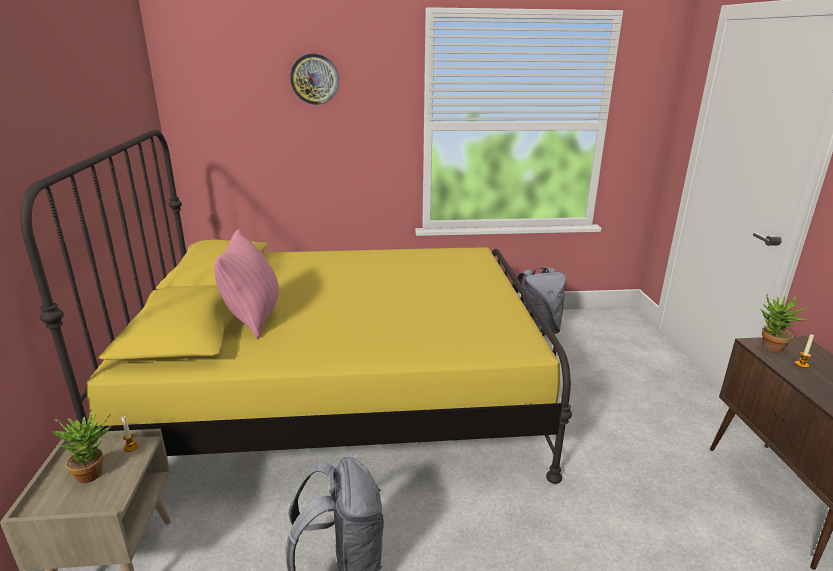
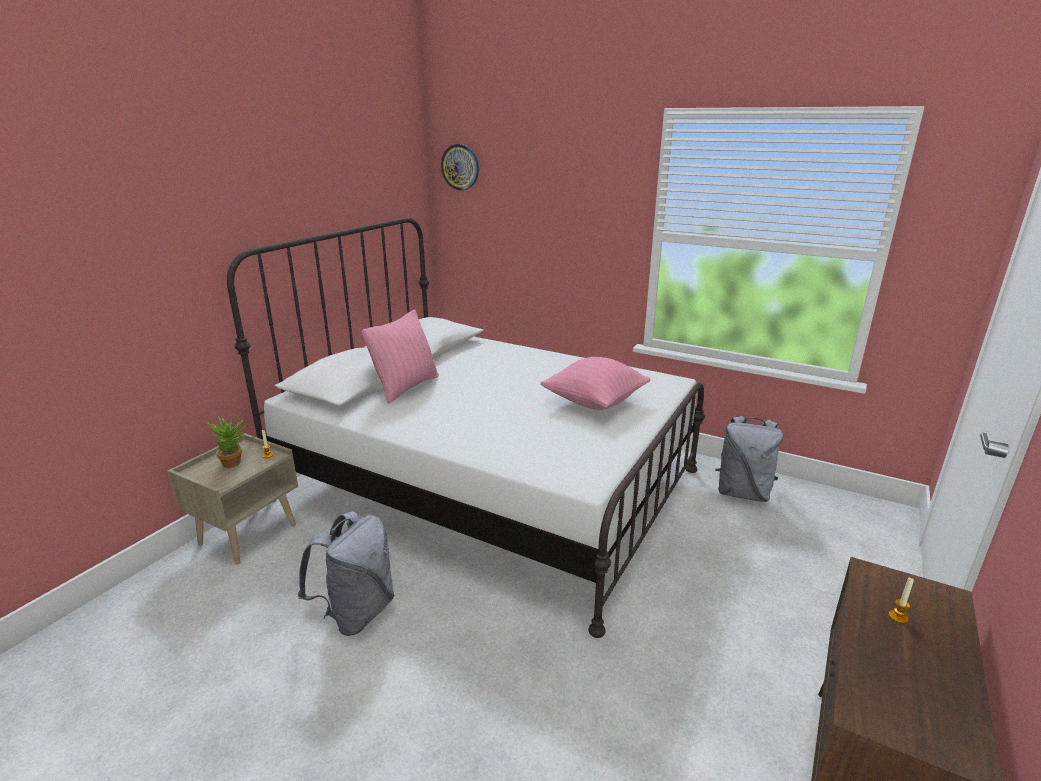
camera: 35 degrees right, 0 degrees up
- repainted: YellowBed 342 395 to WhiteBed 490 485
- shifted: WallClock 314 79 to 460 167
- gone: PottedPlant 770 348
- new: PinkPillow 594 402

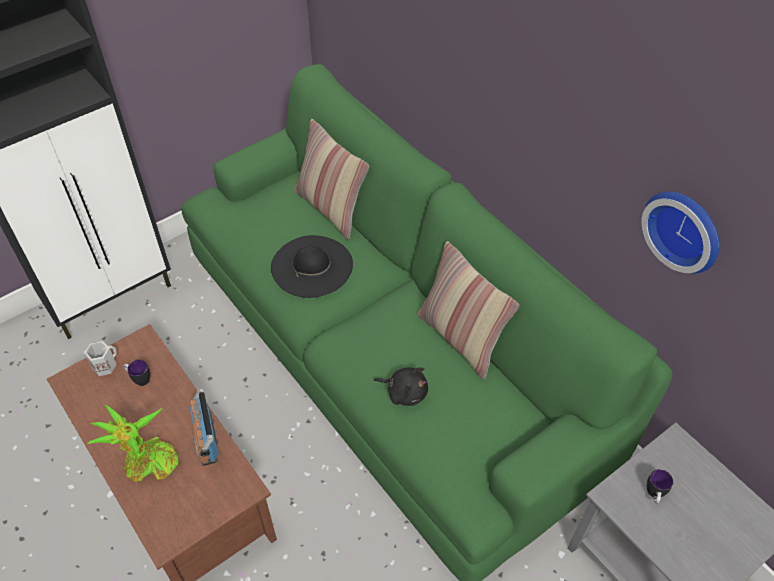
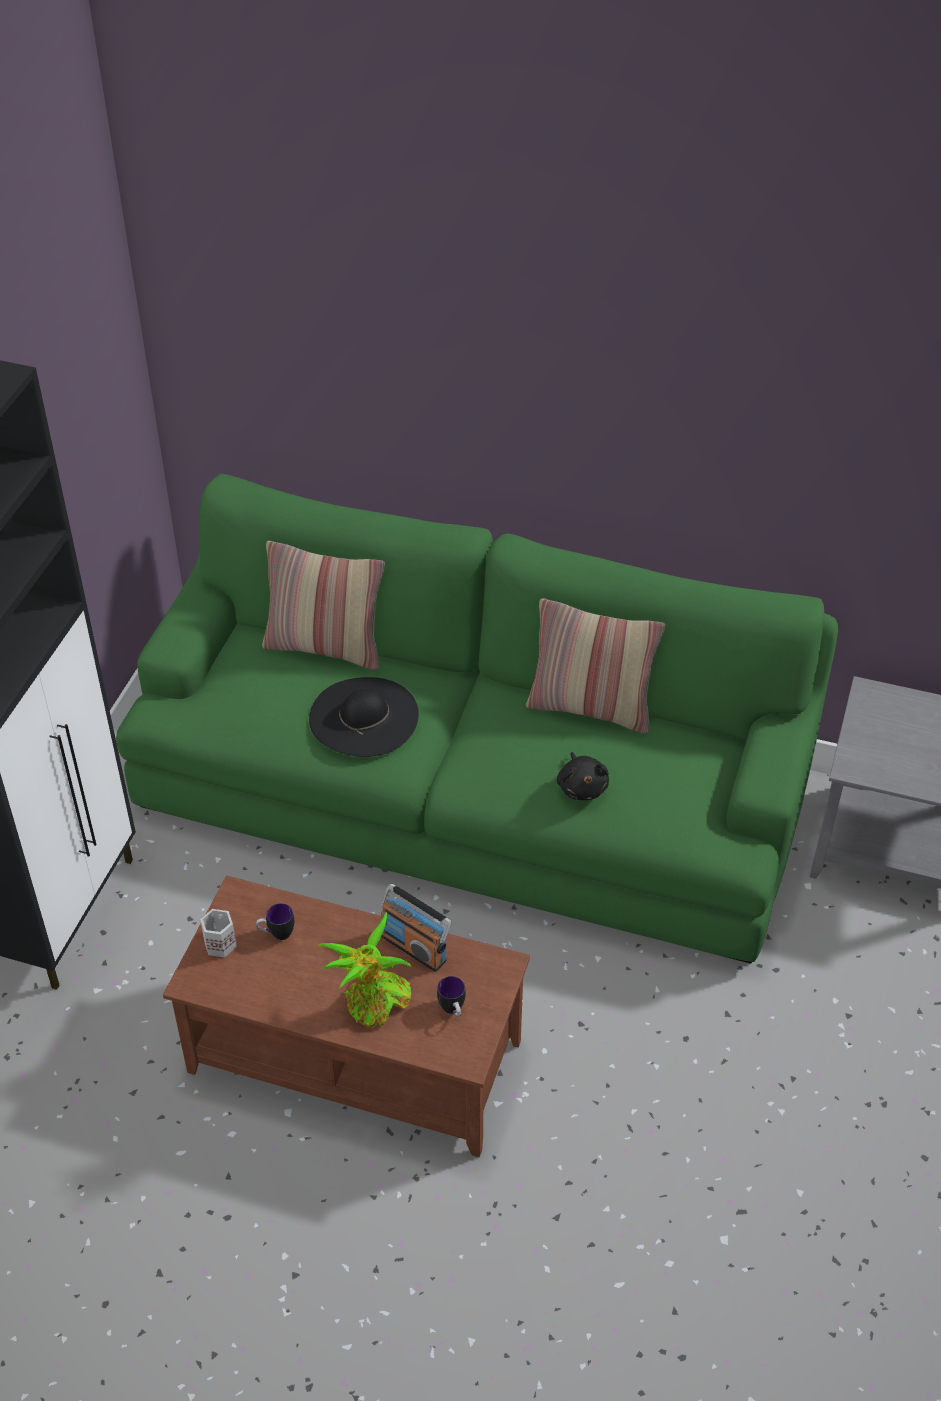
camera: 35 degrees left, 5 degrees down
- rotated: BlackPlushToy 405 392 = 582 787 90 degrees clockwise
- gone: WallClock 685 229
- shifted: Mug 654 495 to 453 1011

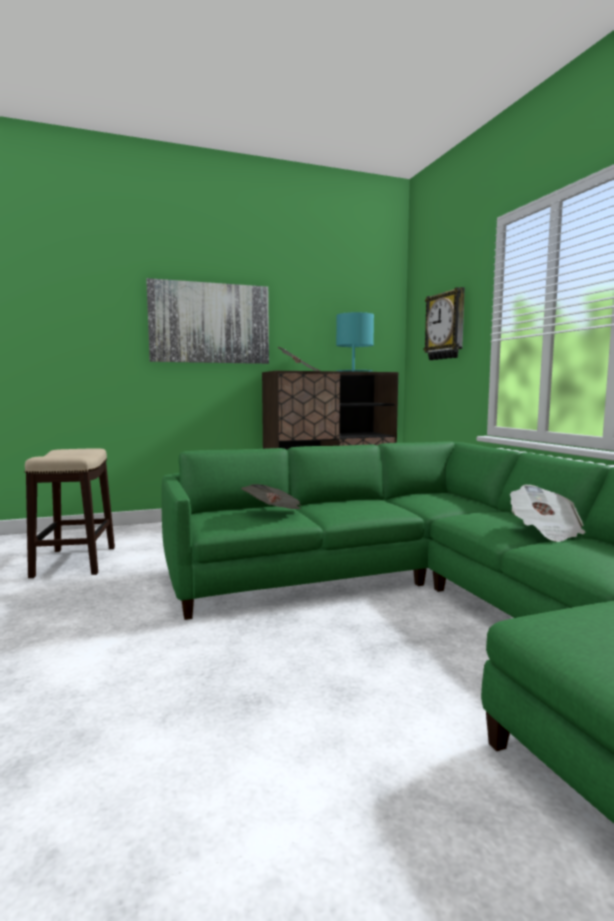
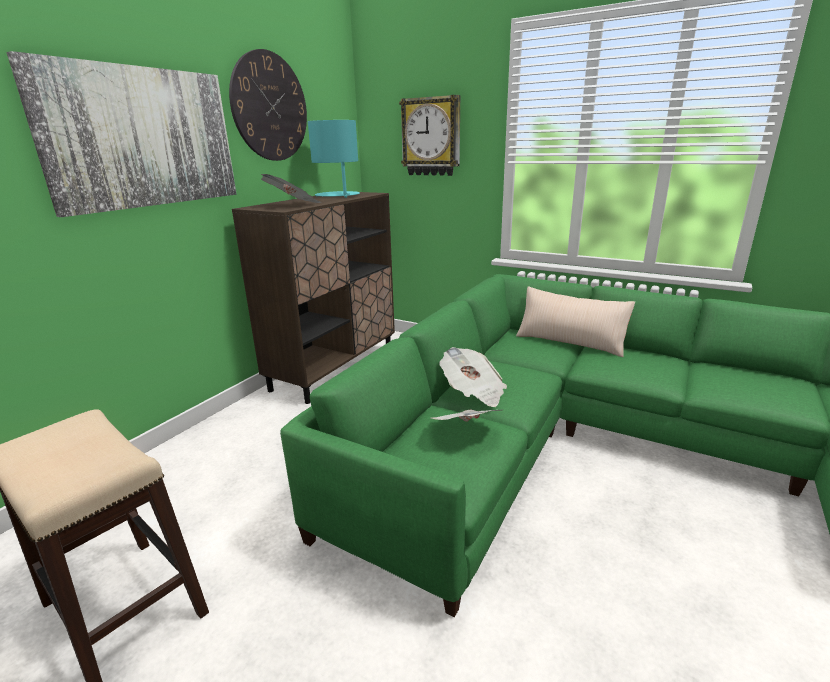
camera: 40 degrees left, 15 degrees up
- shifted: Newspaper 545 531 to 473 392
- new: WallClock 270 107
- new: BeigePillow 570 342

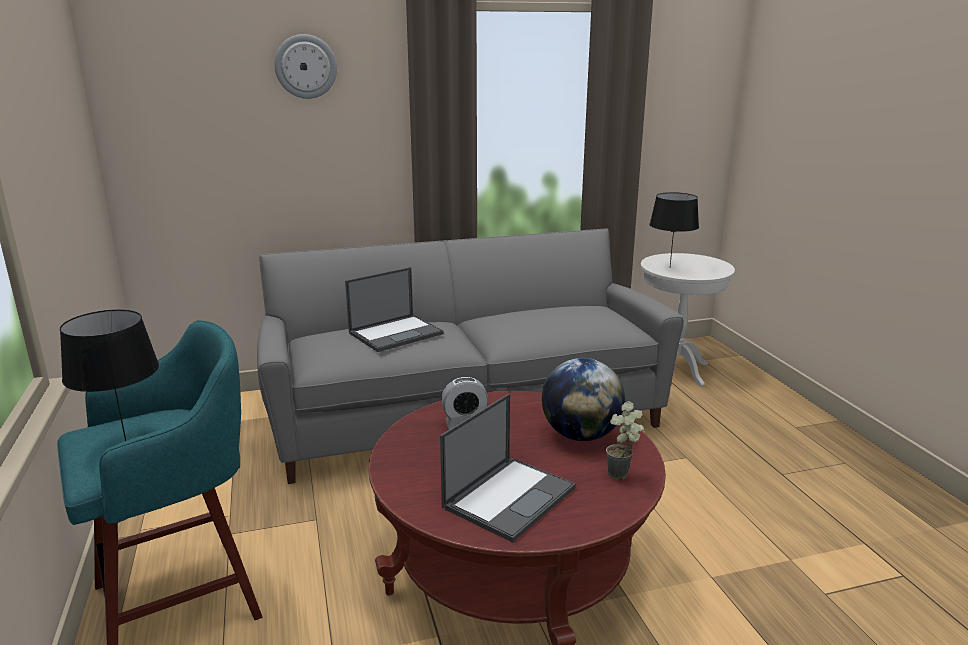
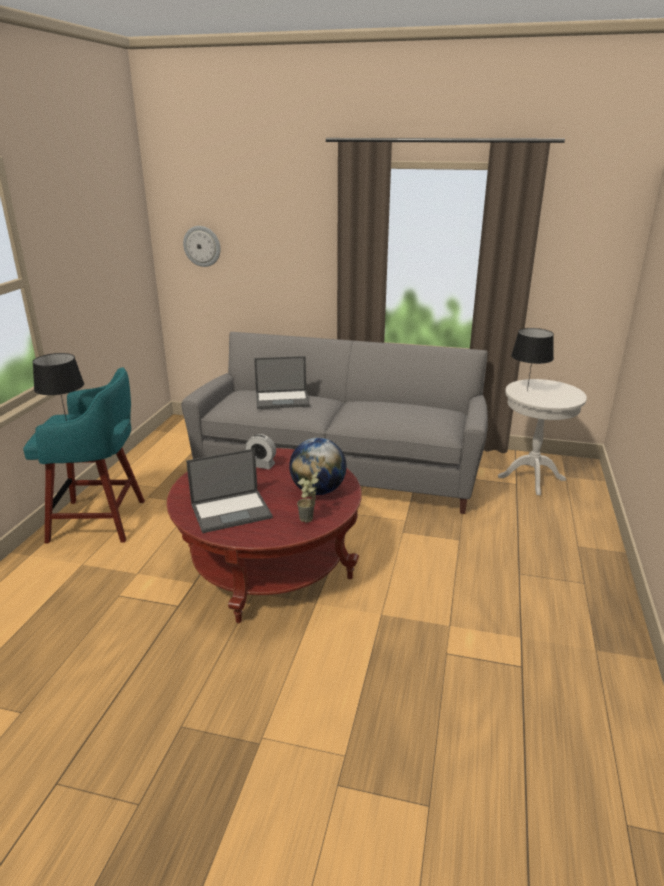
camera: 30 degrees right, 5 degrees up
- shifted: WallClock 306 66 to 202 246

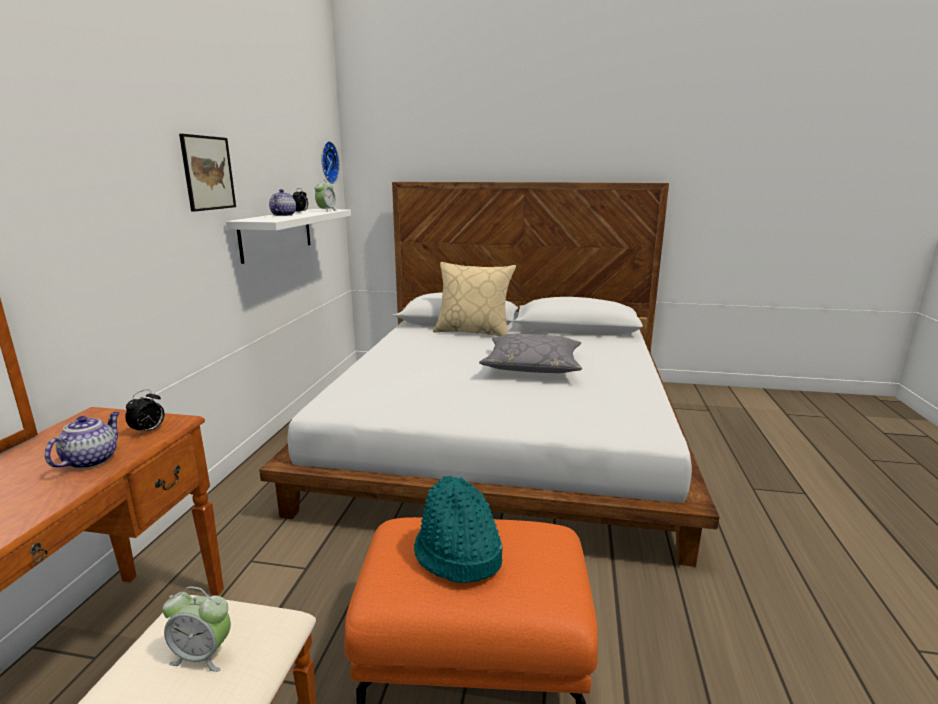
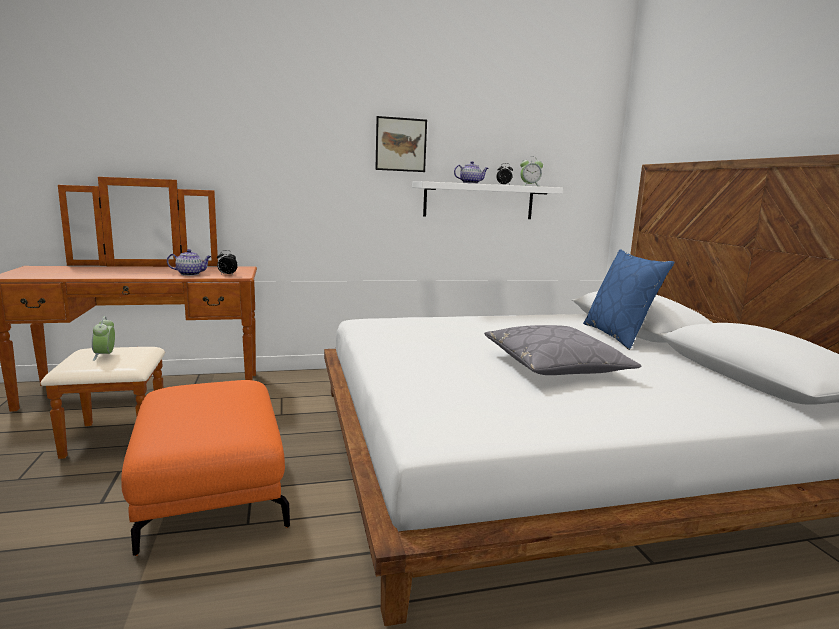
camera: 65 degrees right, 5 degrees down
- gone: WallClock 327 162
- gone: TurquoiseHat 457 554
- repainted: BeigePillow 473 332 to BluePillow 619 336

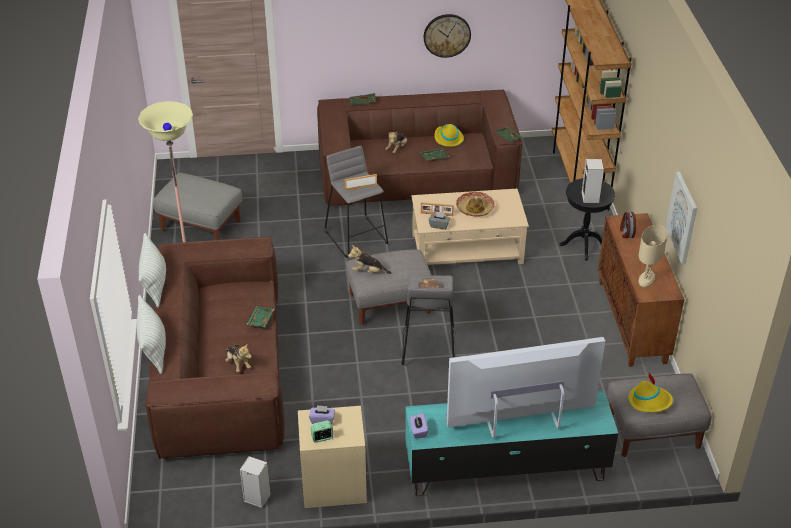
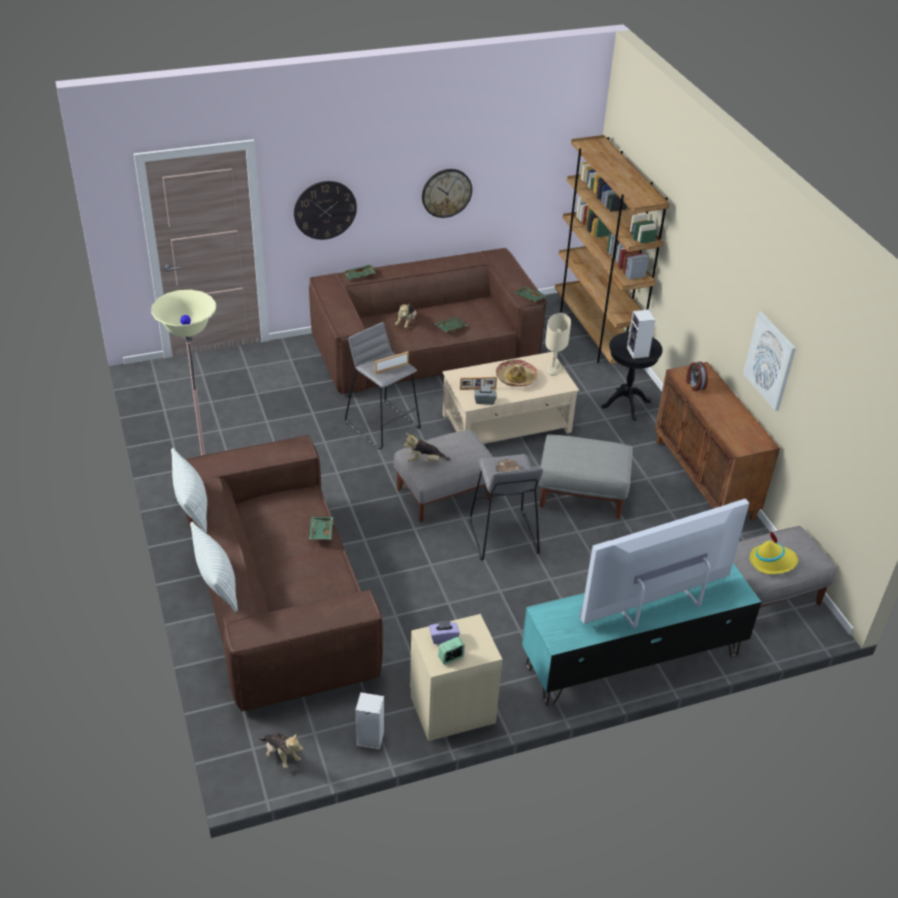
camera: 15 degrees left, 0 degrees up
- shifted: GreyOttoman 201 226 to 582 495
- shifted: PlushToy 238 363 to 281 755
- gone: PurpleTissueBox 418 431
- gone: YellowHat 448 138
- shifted: BeigeTableLamp 646 279 to 553 368
- new: WallClock 325 210

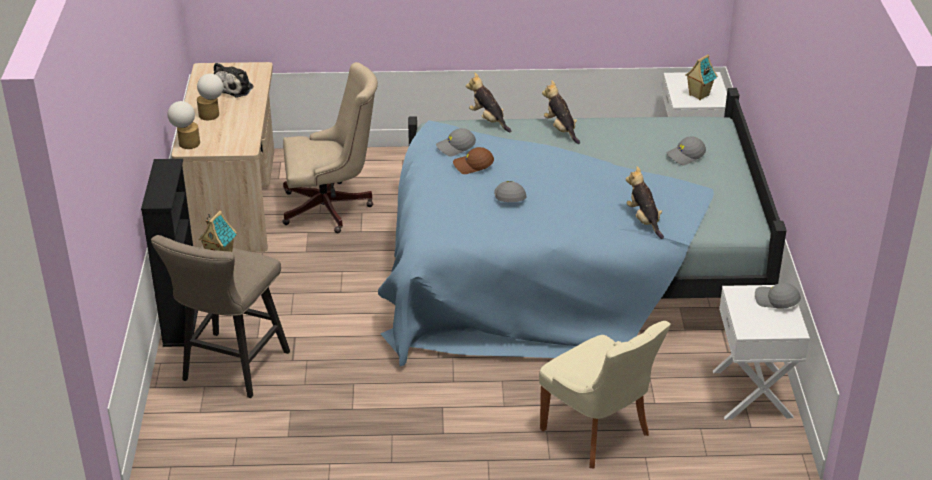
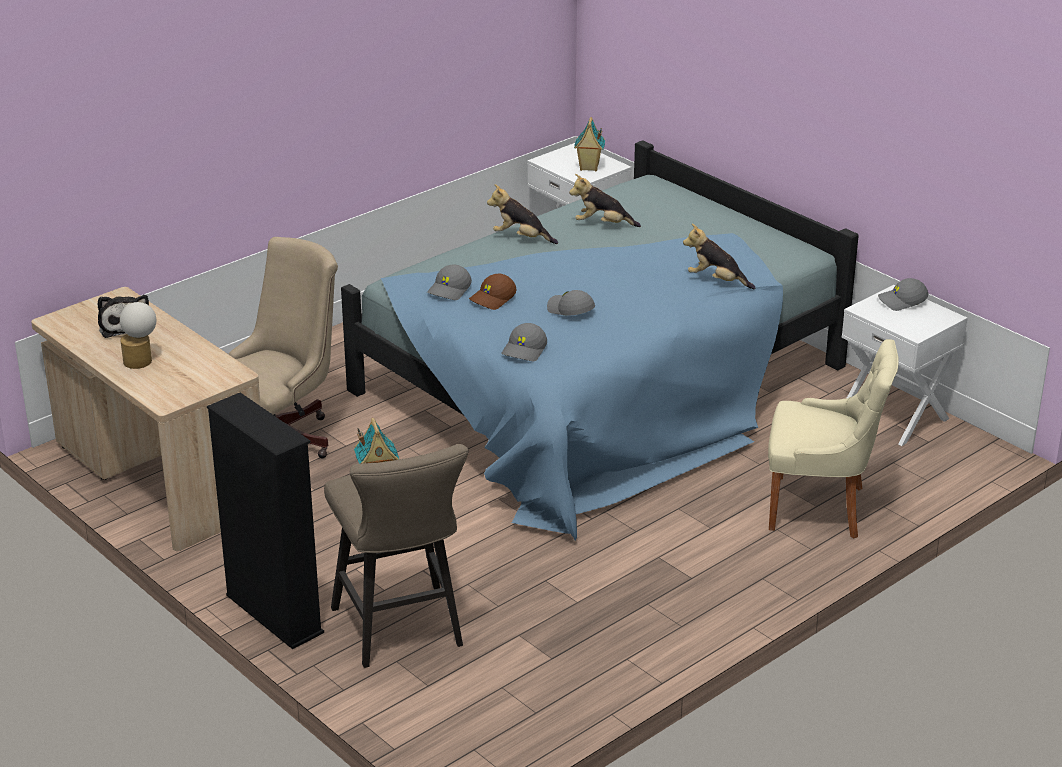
camera: 40 degrees left, 5 degrees down
- gone: TableLamp 186 143
- shifted: PlushToy 488 120 to 602 225
- shifted: GreyCap 685 156 to 525 350

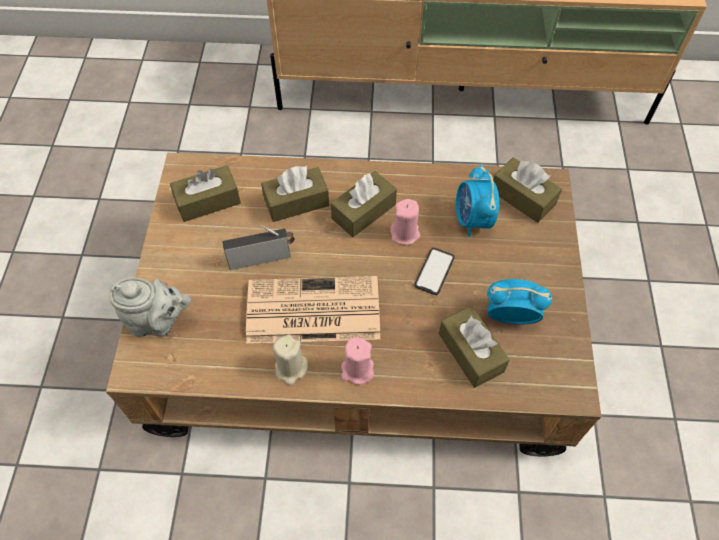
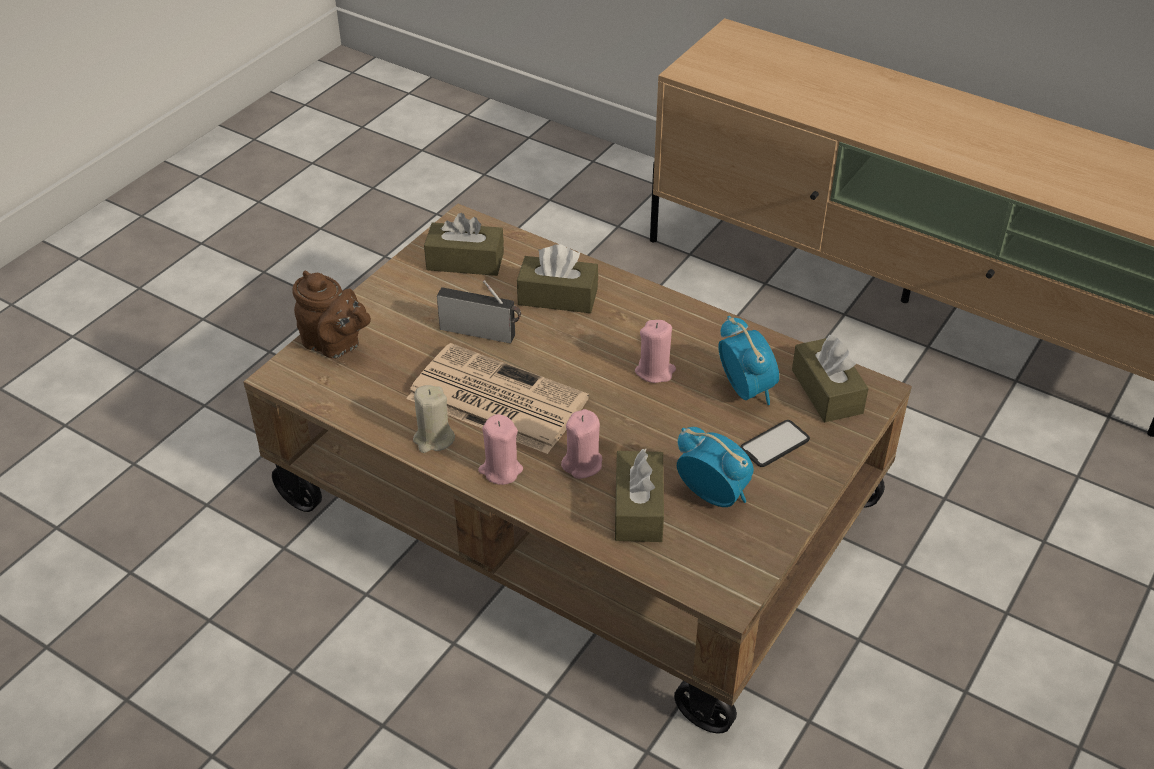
camera: 30 degrees right, 15 degrees down
- repainted: GreyTeapot 158 322 to BrownTeapot 335 345
- gone: BrownTissueBox 363 211
- shifted: Phone 434 271 to 774 444
- rotated: AlarmClock 472 220 = 745 389 135 degrees clockwise
- new: PinkCandle 582 464

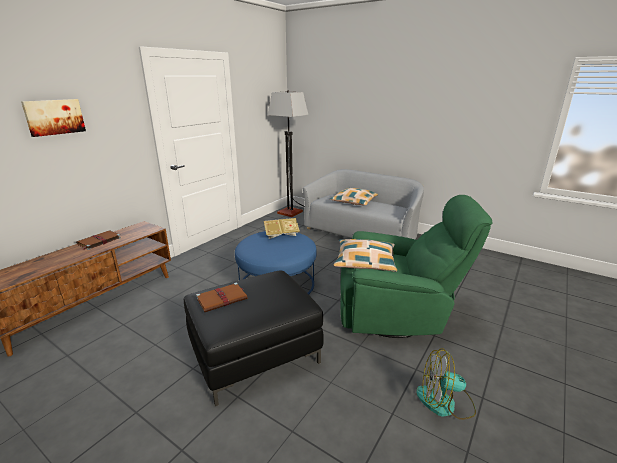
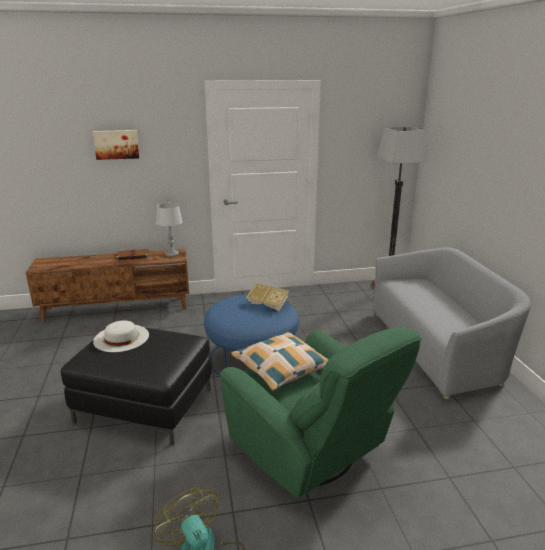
camera: 45 degrees right, 0 degrees up
- swapped: BrownBook 222 298 to WhiteHat 121 338
- gone: Pillow 354 201
- new: GreyTableLamp 171 254

